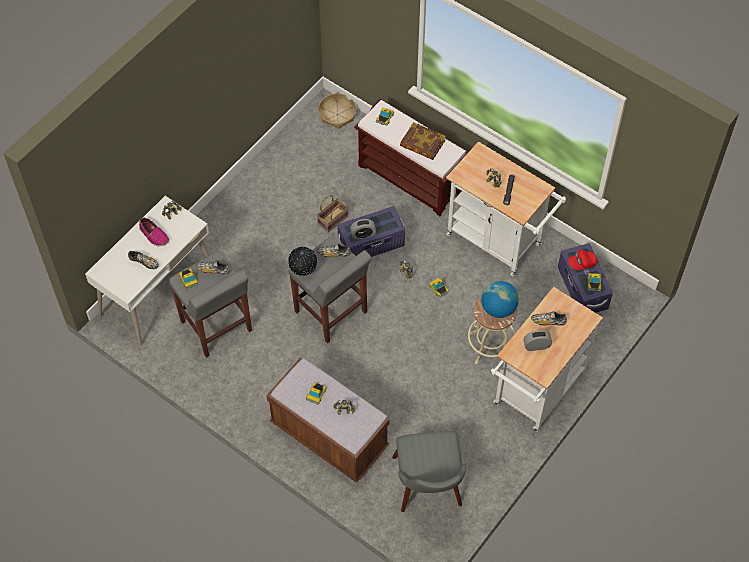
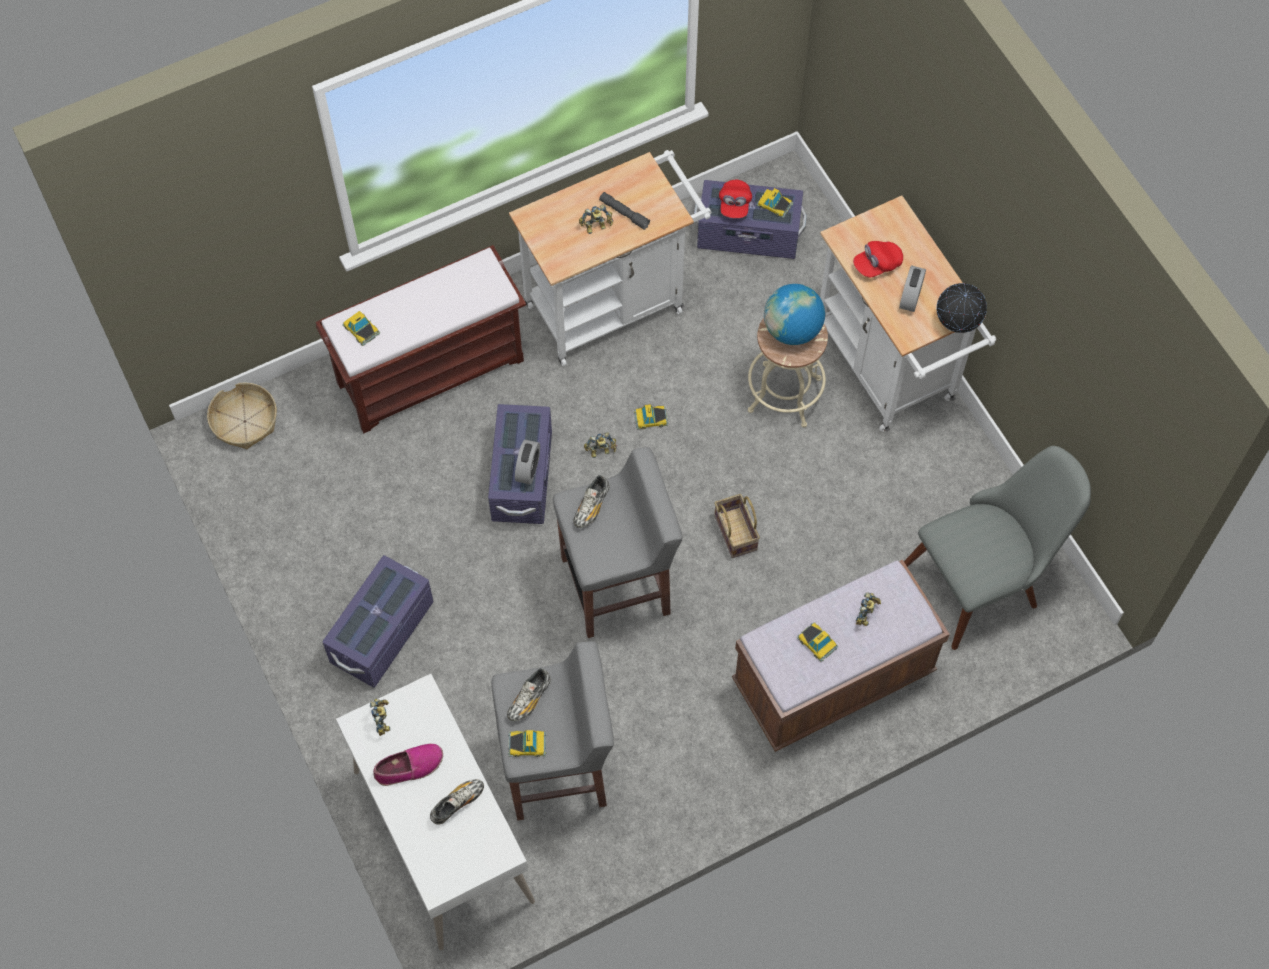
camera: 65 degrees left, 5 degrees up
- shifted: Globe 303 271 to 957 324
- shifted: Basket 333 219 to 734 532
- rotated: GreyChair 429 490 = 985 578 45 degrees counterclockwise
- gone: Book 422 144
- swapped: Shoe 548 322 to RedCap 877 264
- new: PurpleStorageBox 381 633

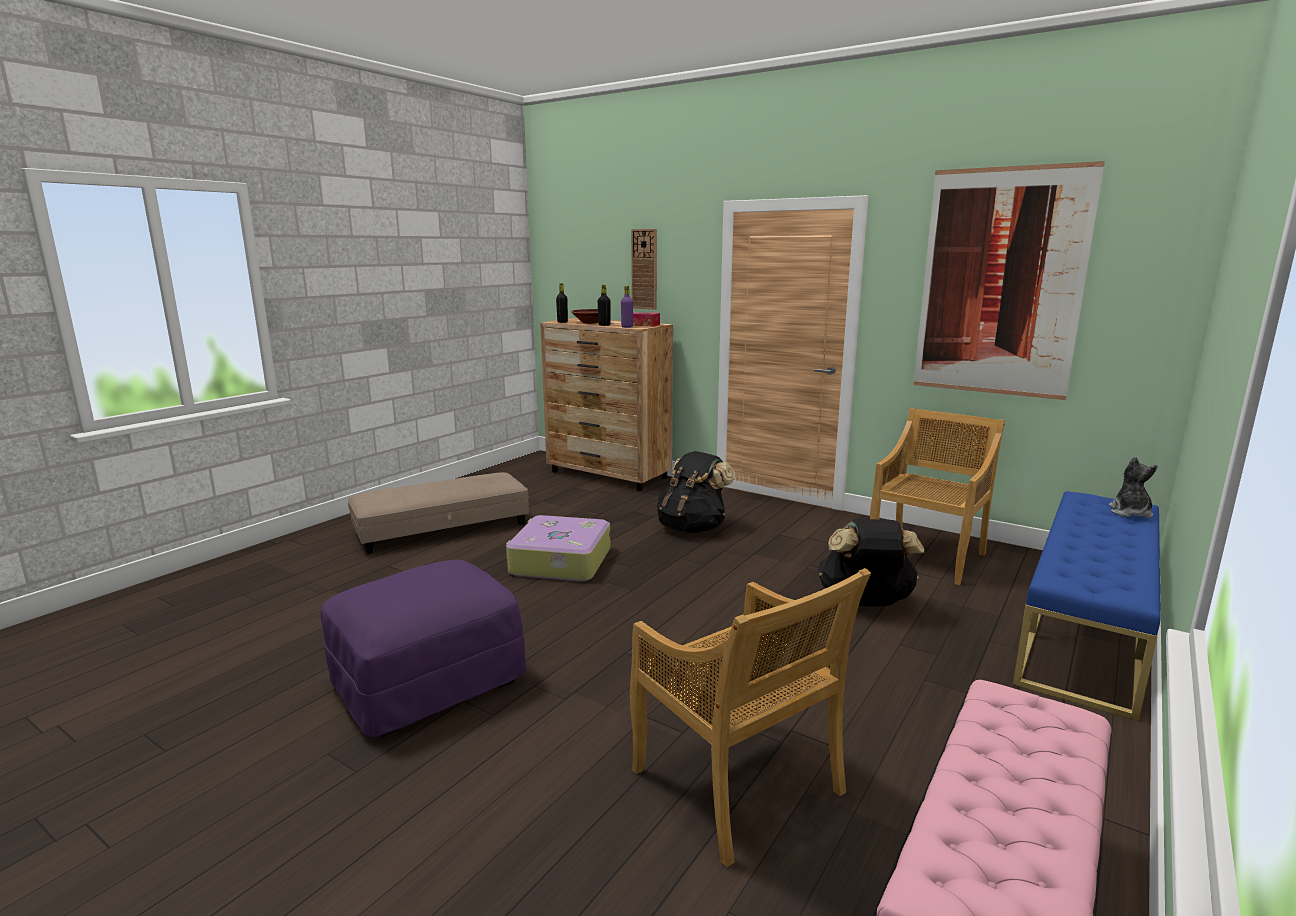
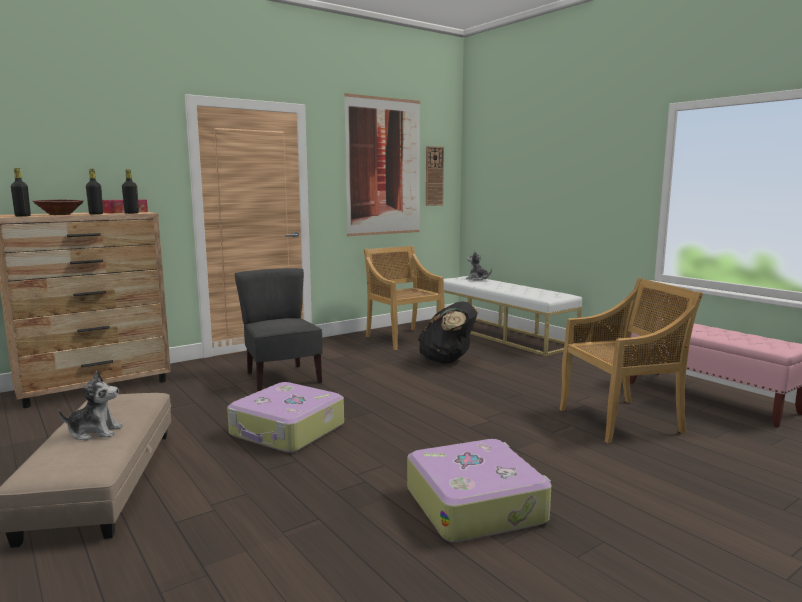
camera: 70 degrees left, 5 degrees down
- swapped: PurpleOttoman 428 682 to Suitcase 476 504
- repainted: PurpleBottle 627 327 to BlackBottle 131 213
- shifted: WallClock 644 269 to 434 176
- swapped: BlackBackpack 692 528 to GreyChair 281 378
- repainted: BlueBench 1086 628 to WhiteBench 502 335
- new: PlushToy 95 432

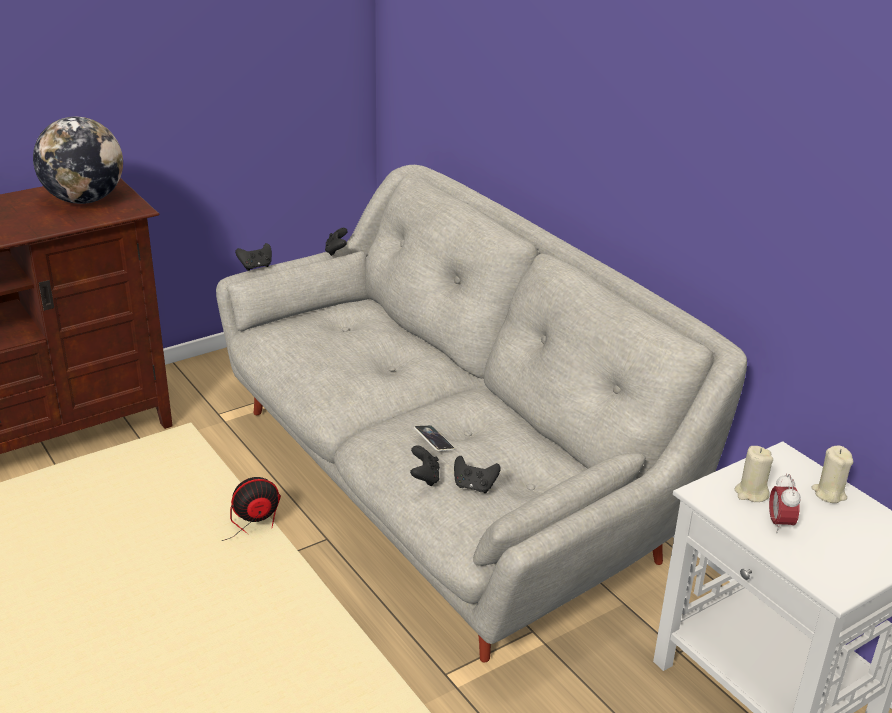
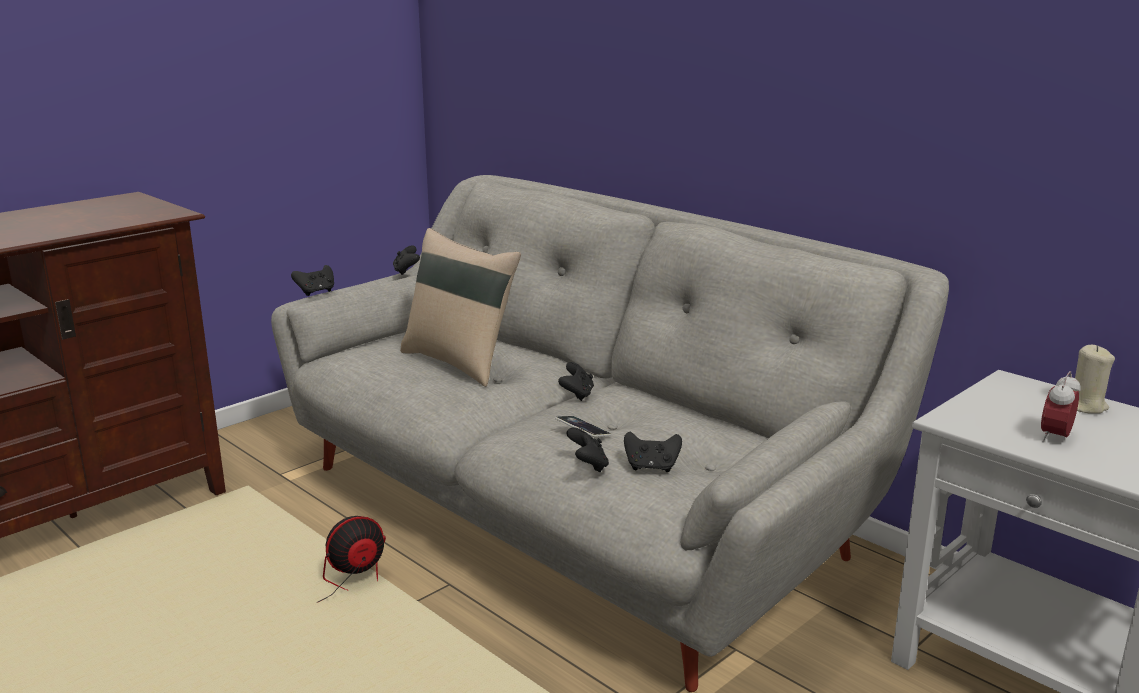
camera: 10 degrees left, 10 degrees down
- gone: Globe 84 200
- gone: BeigeCandle 751 493
- rotated: AlarmClock 779 524 = 1055 438 45 degrees clockwise
- new: BeigePillow 460 362
- new: BlackGameController 577 395

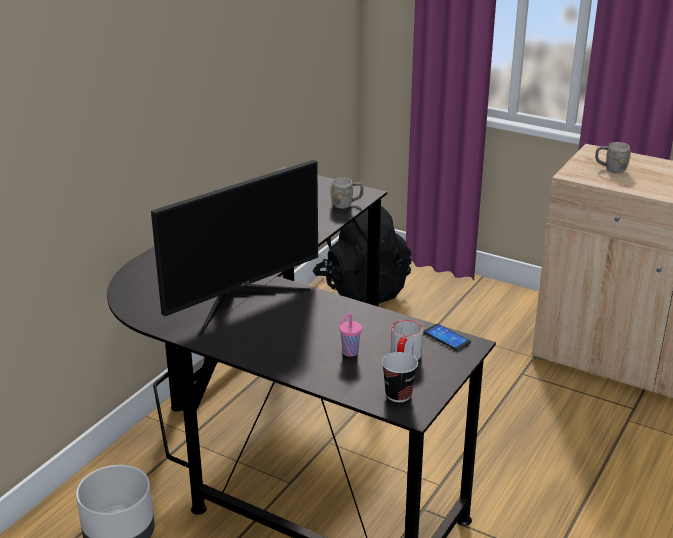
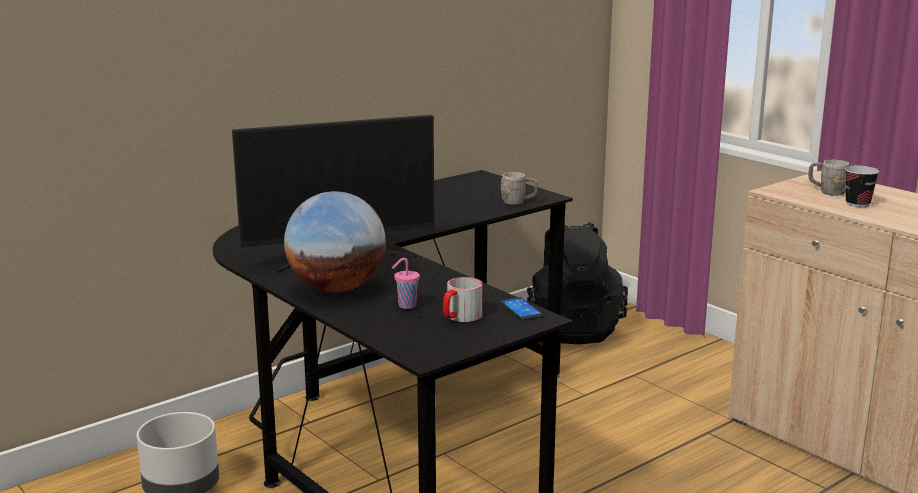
camera: 20 degrees right, 10 degrees down
- shifted: Cup 398 395 to 857 204
- new: Globe 337 288

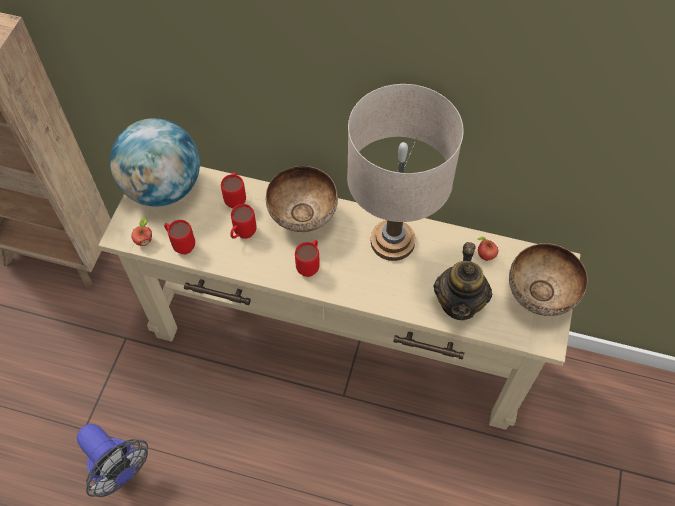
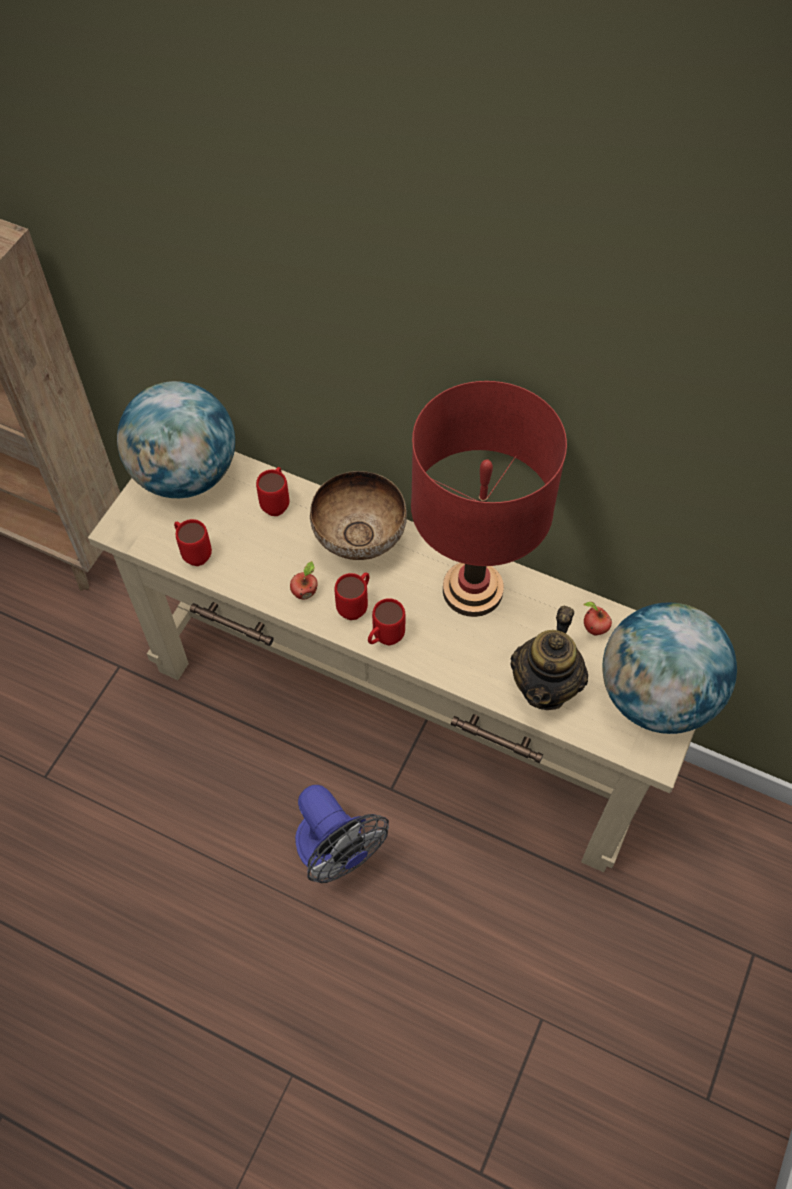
camera: 10 degrees right, 0 degrees up
- shifted: Fan 119 470 to 336 852
- shifted: Apple 144 240 to 305 592
- shifted: RedMug 242 235 to 384 640
- repainted: BeigeTableLamp 392 242 to RedTableLamp 472 591
- swapped: Bowl 538 297 to Globe 655 696

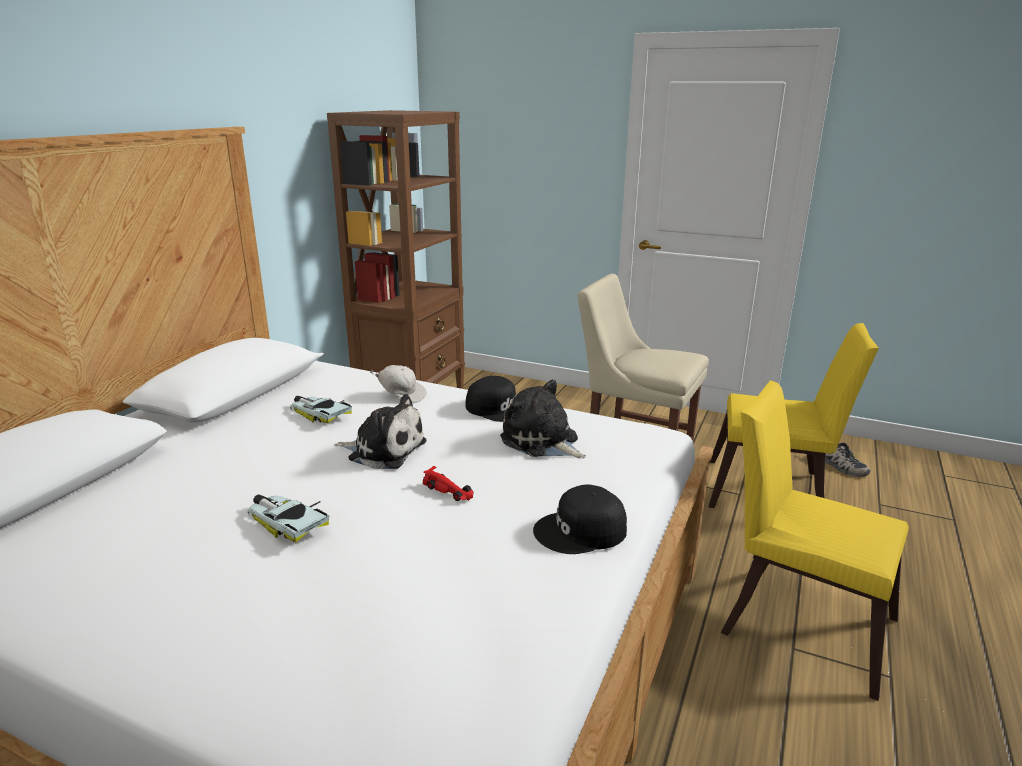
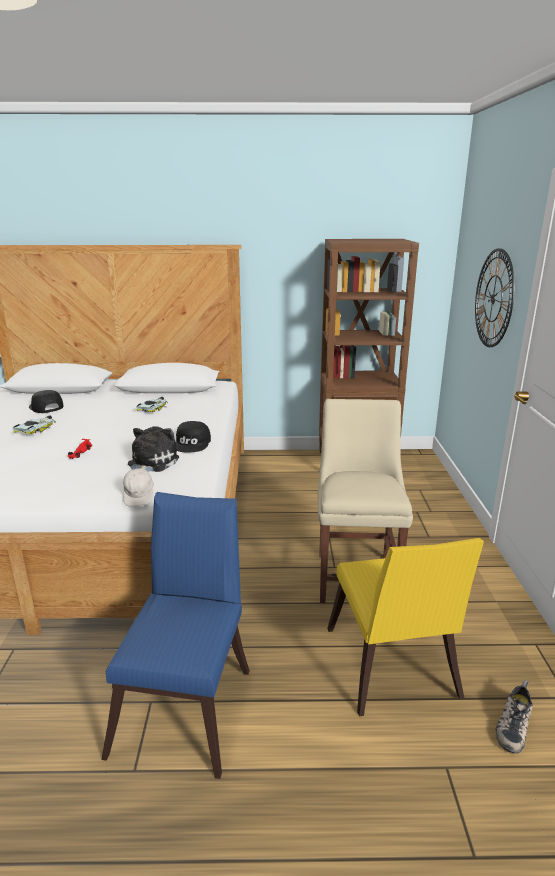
camera: 65 degrees right, 0 degrees up
- gone: PlushToy 384 450
- shifted: WhiteCap 402 395 to 139 496
- shifted: BlackCap 581 531 to 45 407
- repainted: YellowChair 797 620 to BlueChair 188 702
- new: WallClock 493 298

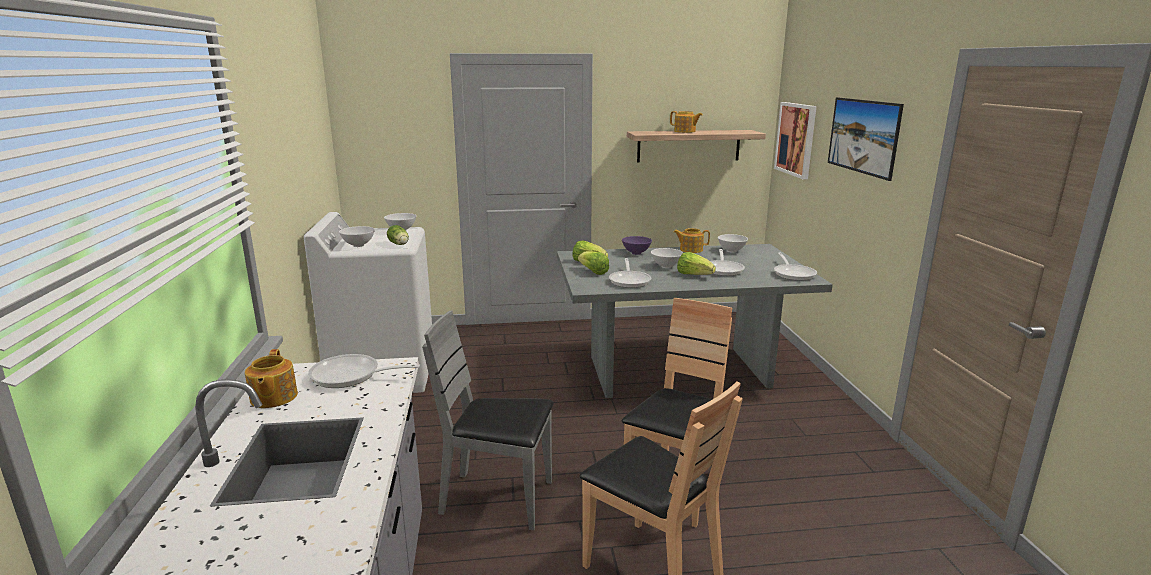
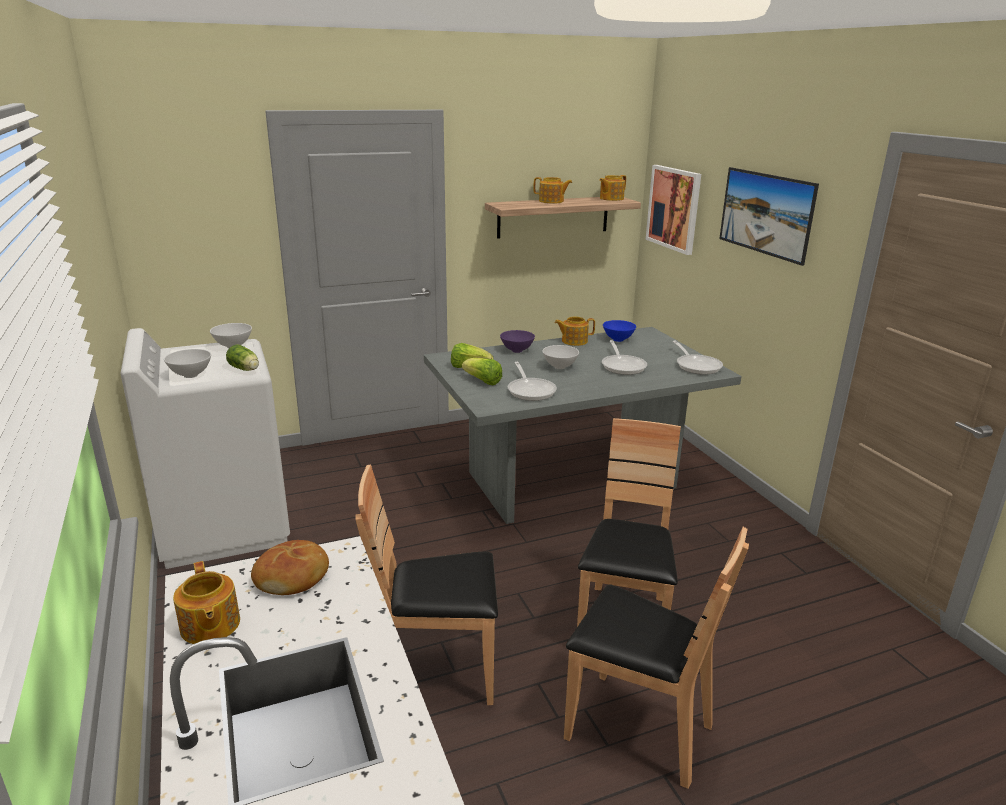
camera: 15 degrees left, 5 degrees up
- swapped: FryingPan 351 376 to Bread 293 577
- repainted: GreyChair 498 499 to BrownChair 436 672
- gone: Lettuce 694 275
- repainted: WhiteBowl 731 251 to BlueBowl 618 340
- new: Teapot 611 198

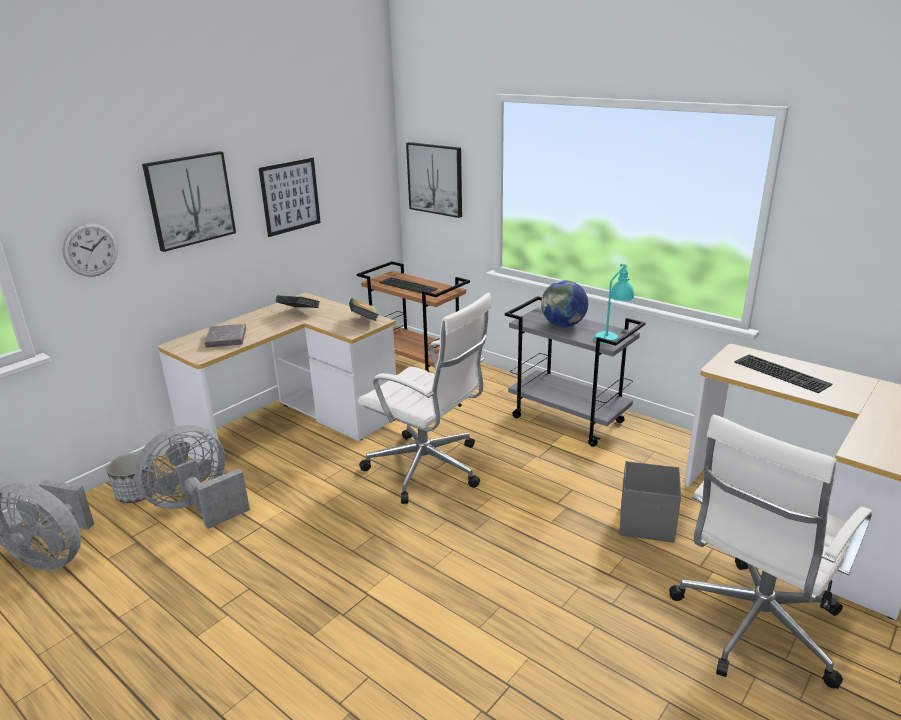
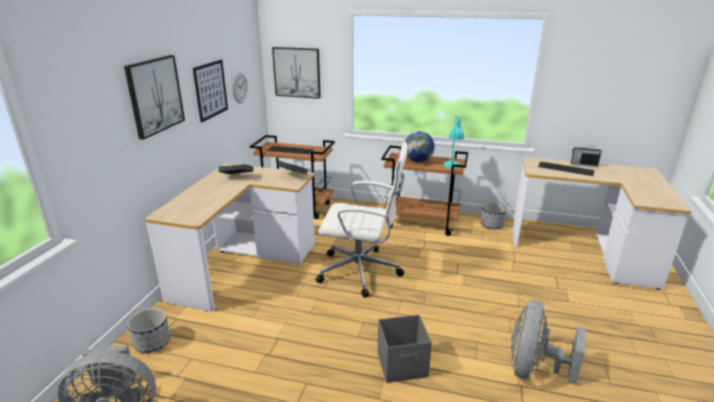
camera: 25 degrees left, 0 degrees up
- shifted: WallClock 90 249 to 240 88
- shifted: GreyFan 197 507 to 533 369
- gone: GreyBook 226 339
- repainted: GreyCart 569 419 to BrownCart 421 223
- shifted: GreyStorageBox 647 524 to 403 365
- gone: WhiteOfficeChair 754 627
- new: Planter 492 225
- new: Radio 583 164

